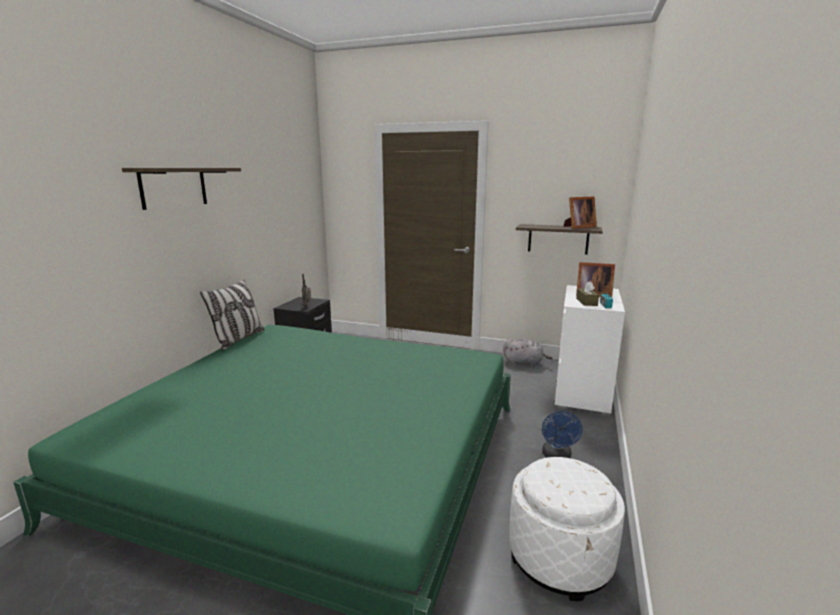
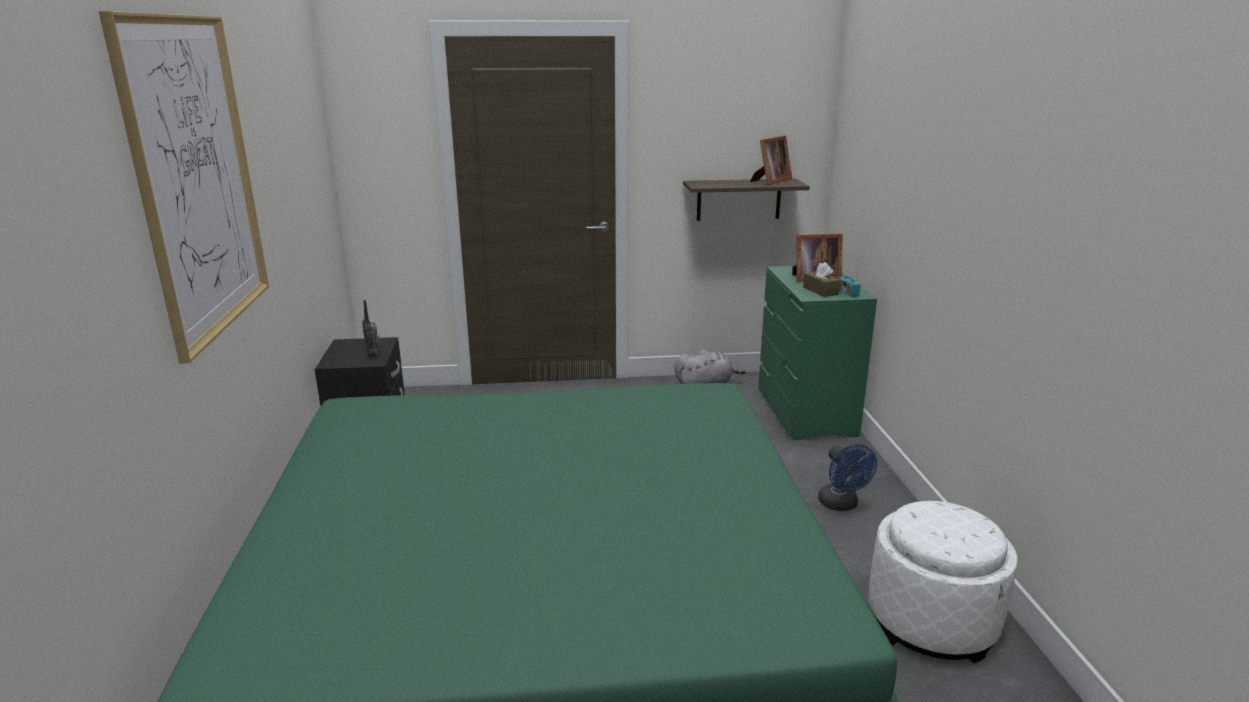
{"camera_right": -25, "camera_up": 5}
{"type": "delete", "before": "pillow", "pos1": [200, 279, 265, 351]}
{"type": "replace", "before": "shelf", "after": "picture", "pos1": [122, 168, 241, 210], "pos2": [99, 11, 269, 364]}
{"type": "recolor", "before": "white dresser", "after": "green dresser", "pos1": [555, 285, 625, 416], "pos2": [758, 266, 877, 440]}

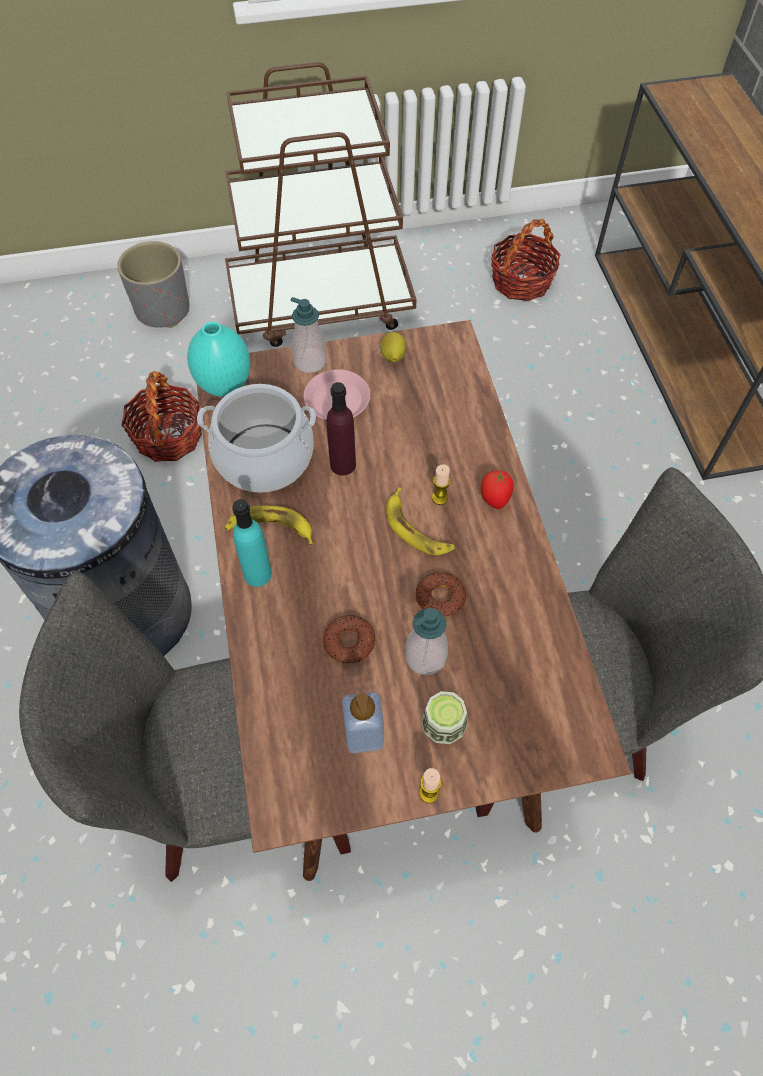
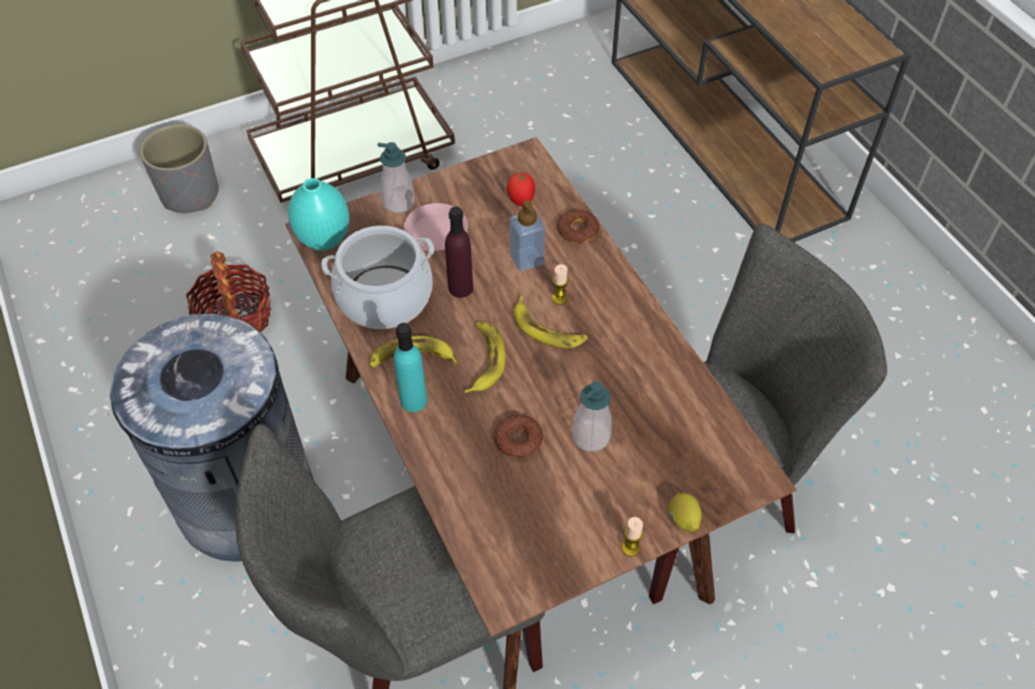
{"camera_right": -15, "camera_up": -5}
{"type": "delete", "before": "cup", "pos1": [421, 691, 468, 744]}
{"type": "delete", "before": "basket", "pos1": [491, 219, 561, 301]}
{"type": "insert", "after": "banana", "pos2": [464, 322, 505, 393]}
{"type": "move", "before": "soap dispenser", "pos1": [342, 692, 384, 754], "pos2": [510, 200, 545, 271]}
{"type": "move", "before": "lemon", "pos1": [380, 332, 406, 362], "pos2": [669, 493, 702, 532]}
{"type": "move", "before": "donut", "pos1": [416, 572, 467, 617], "pos2": [557, 209, 599, 244]}
{"type": "move", "before": "tomato", "pos1": [481, 470, 514, 509], "pos2": [507, 172, 535, 207]}

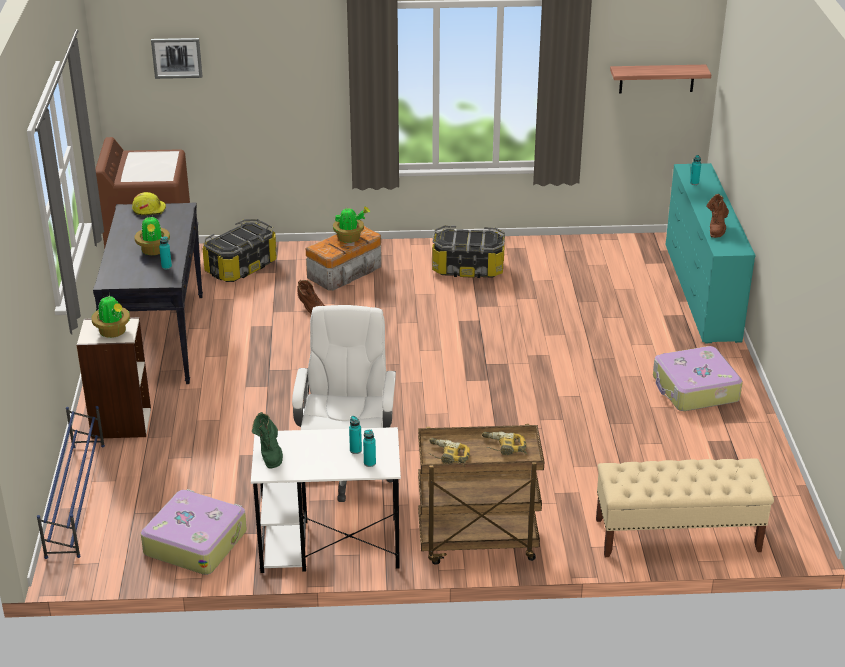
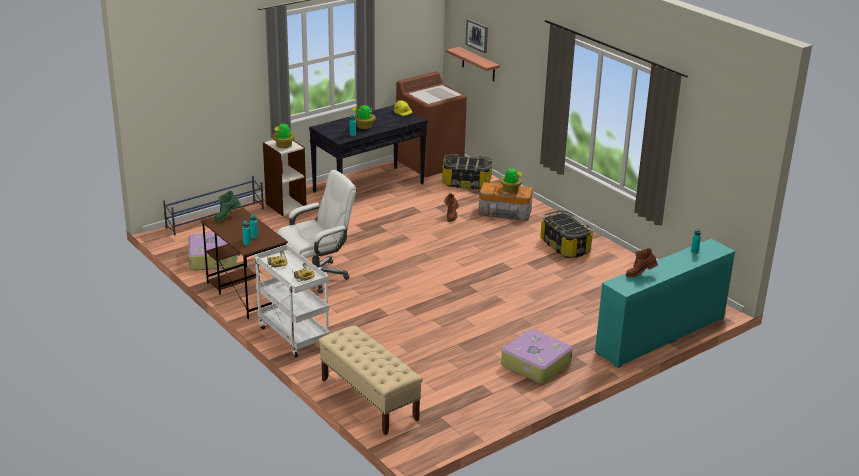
{"camera_right": 55, "camera_up": -5}
{"type": "move", "before": "shelf", "pos1": [610, 65, 711, 93], "pos2": [446, 47, 500, 81]}
{"type": "recolor", "before": "white desk", "after": "brown desk", "pos1": [251, 427, 401, 573], "pos2": [200, 208, 288, 319]}
{"type": "recolor", "before": "brown cart", "after": "white cart", "pos1": [418, 424, 545, 565], "pos2": [254, 245, 330, 357]}

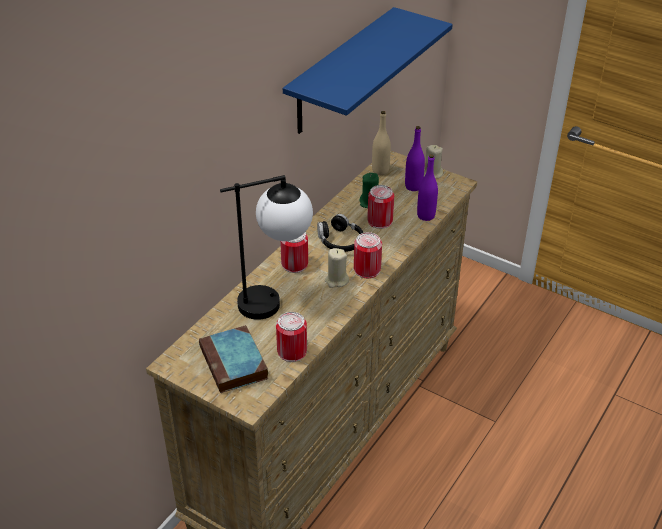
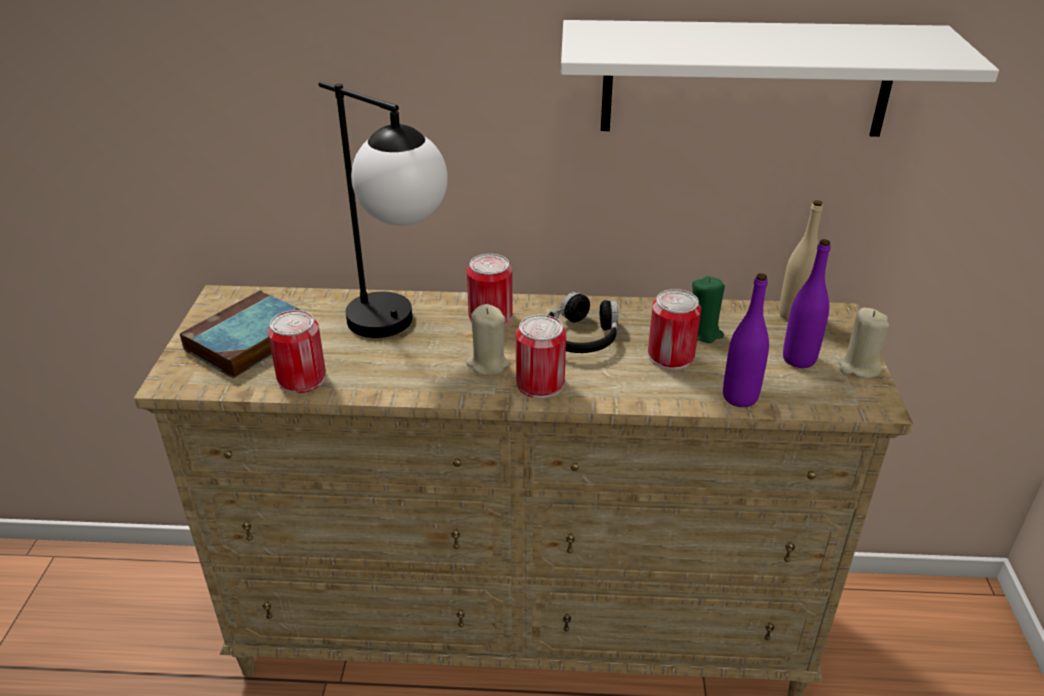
{"camera_right": 60, "camera_up": -5}
{"type": "recolor", "before": "blue shelf", "after": "white shelf", "pos1": [283, 7, 453, 134], "pos2": [561, 20, 999, 137]}

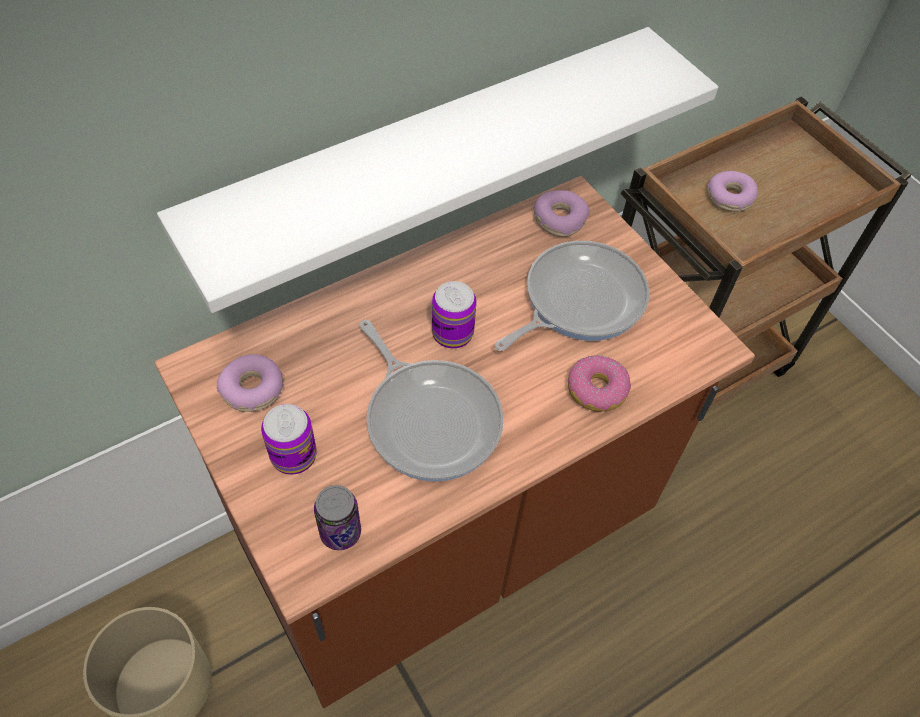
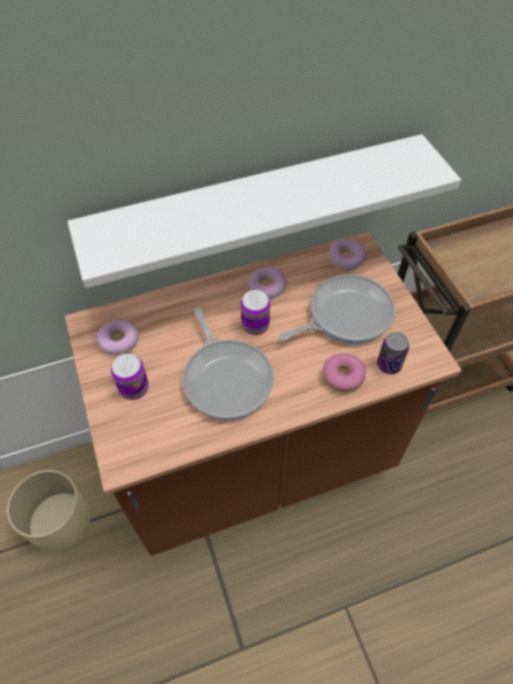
{"camera_right": 15, "camera_up": 0}
{"type": "move", "before": "can", "pos1": [314, 485, 361, 550], "pos2": [377, 332, 409, 374]}
{"type": "move", "before": "donut", "pos1": [707, 171, 758, 212], "pos2": [248, 267, 287, 300]}

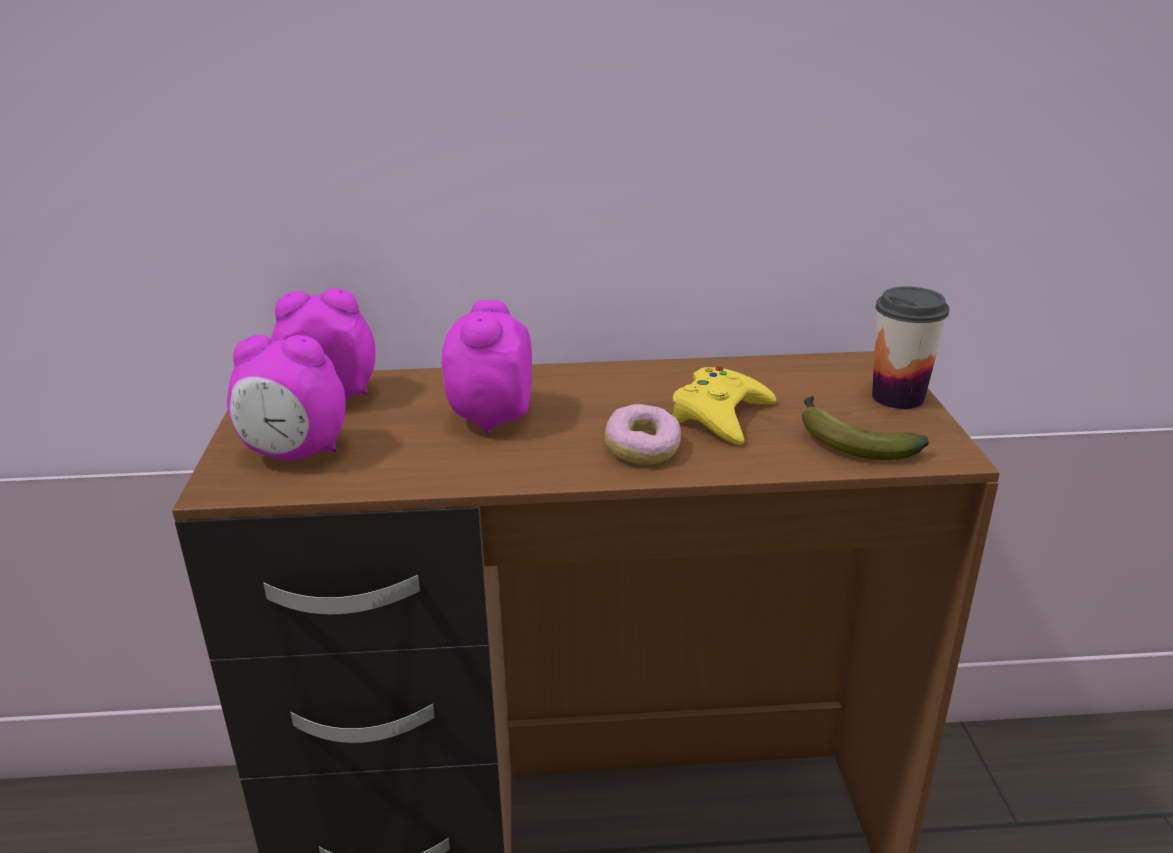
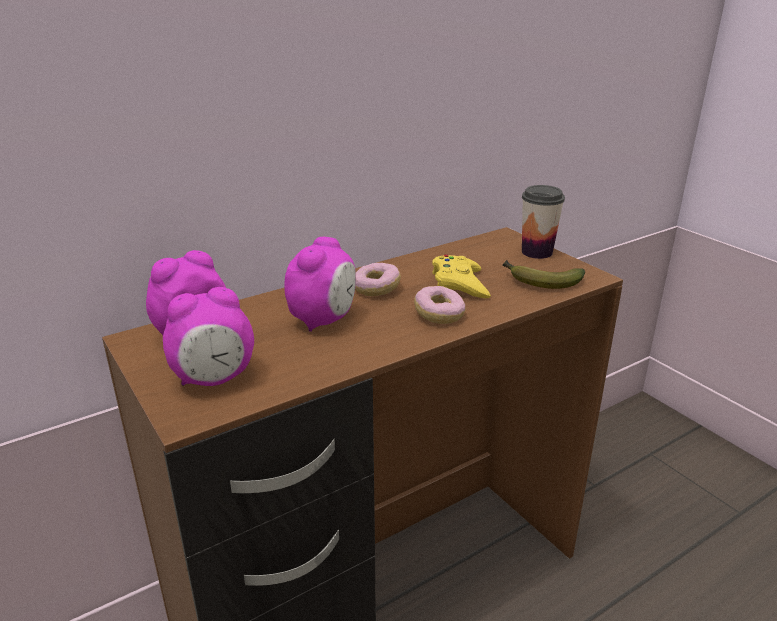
{"camera_right": -30, "camera_up": 0}
{"type": "insert", "after": "donut", "pos2": [355, 263, 401, 296]}
{"type": "rotate", "before": "alarm clock", "pos1": [441, 300, 532, 435], "pos2": [284, 237, 356, 332], "turn": -135}

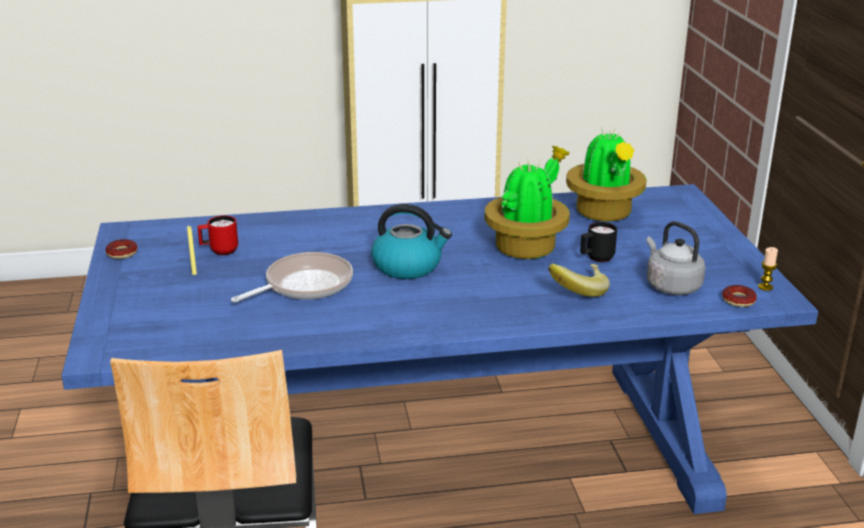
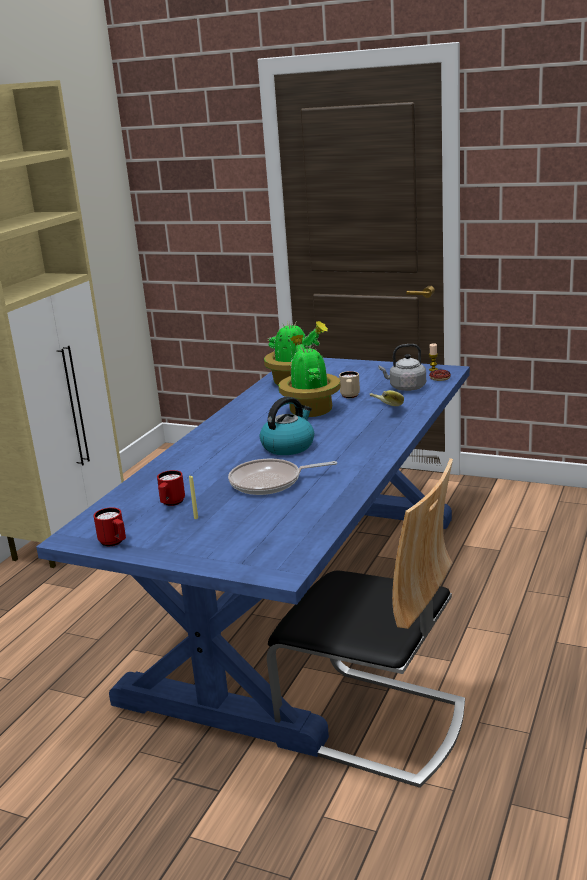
{"camera_right": -55, "camera_up": -5}
{"type": "replace", "before": "donut", "after": "red mug", "pos1": [106, 239, 137, 259], "pos2": [93, 507, 126, 546]}
{"type": "recolor", "before": "black mug", "after": "beige mug", "pos1": [580, 222, 617, 262], "pos2": [339, 371, 360, 398]}
{"type": "rotate", "before": "frying pan", "pos1": [231, 252, 353, 302], "pos2": [228, 459, 337, 495], "turn": -90}

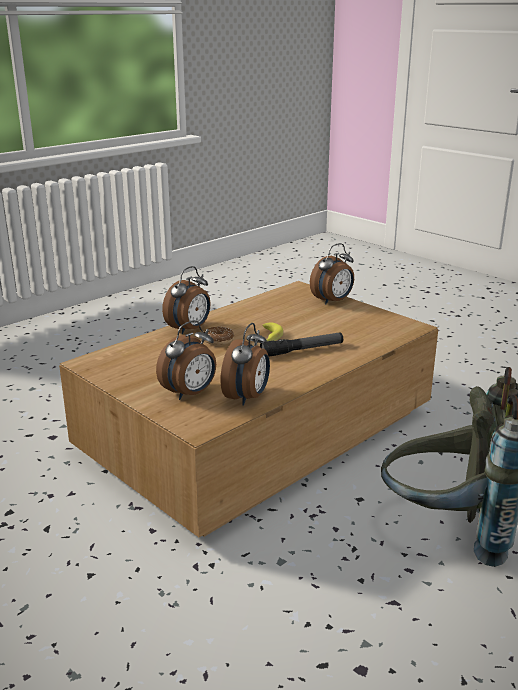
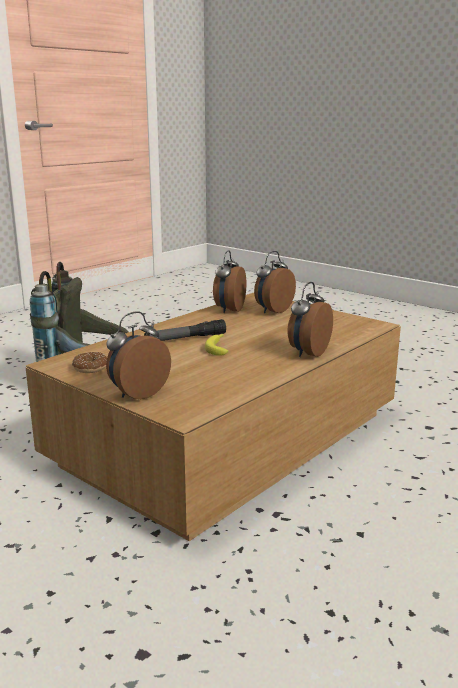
{"camera_right": 175, "camera_up": -5}
{"type": "move", "before": "donut", "pos1": [204, 327, 234, 345], "pos2": [72, 352, 107, 373]}

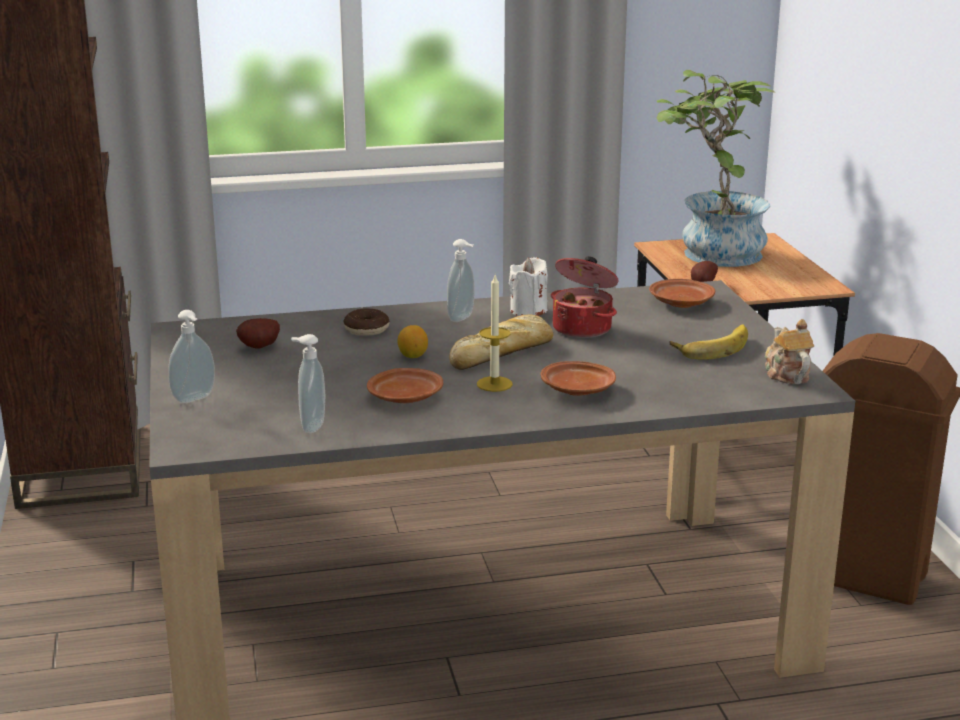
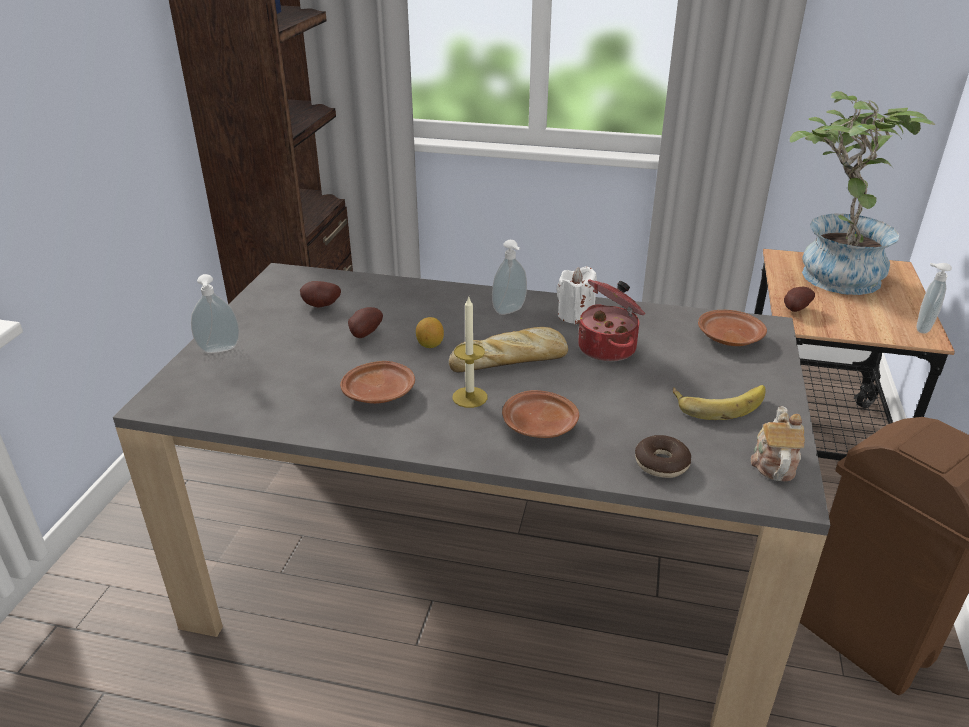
{"camera_right": 25, "camera_up": 10}
{"type": "insert", "after": "potato", "pos2": [348, 307, 383, 338]}
{"type": "move", "before": "soap dispenser", "pos1": [291, 334, 325, 433], "pos2": [917, 263, 952, 334]}
{"type": "move", "before": "donut", "pos1": [343, 309, 389, 336], "pos2": [635, 435, 691, 478]}

